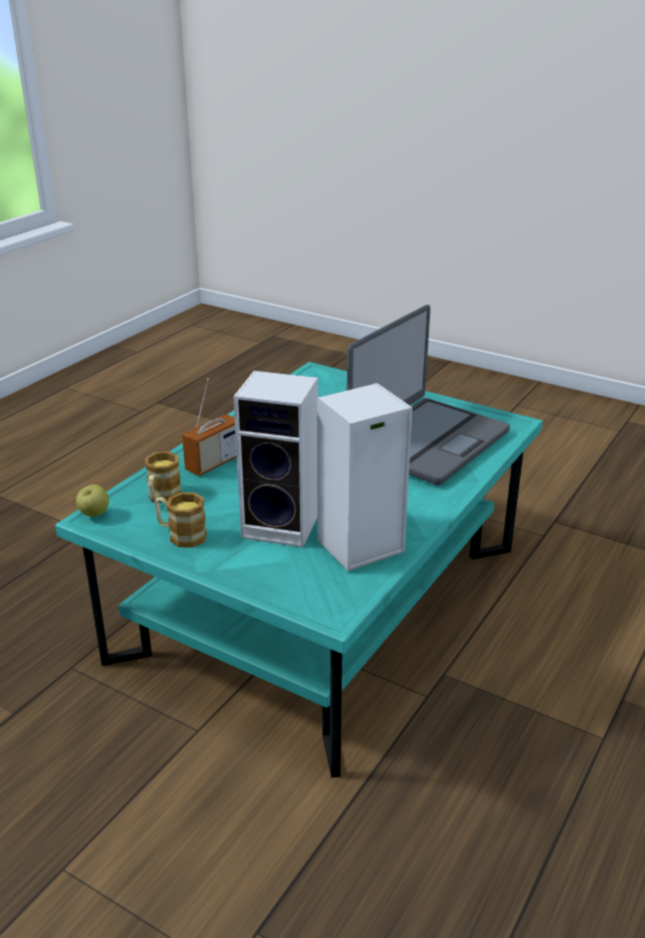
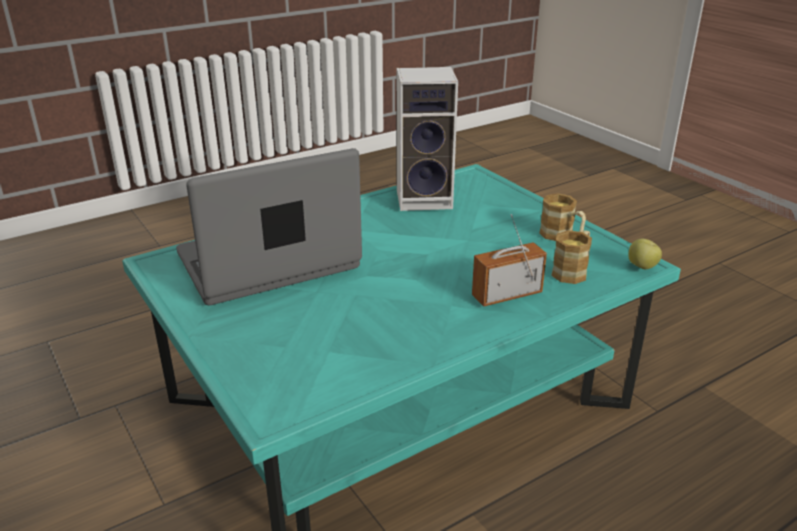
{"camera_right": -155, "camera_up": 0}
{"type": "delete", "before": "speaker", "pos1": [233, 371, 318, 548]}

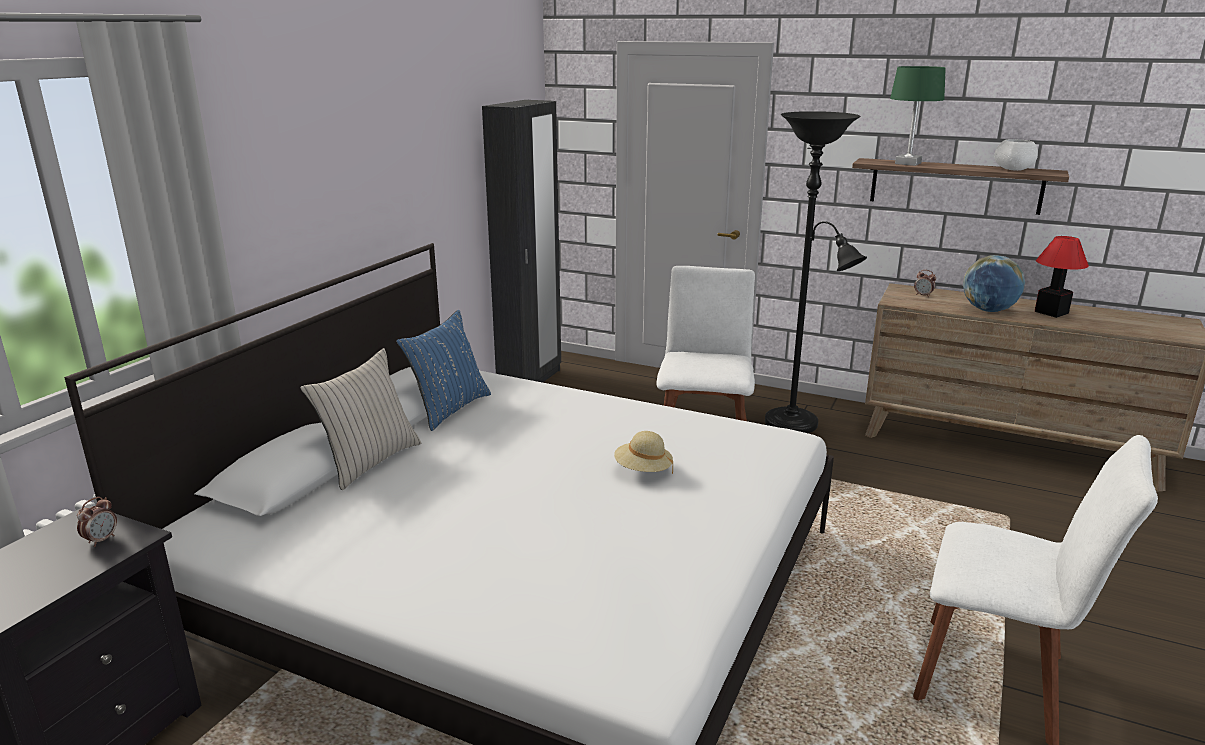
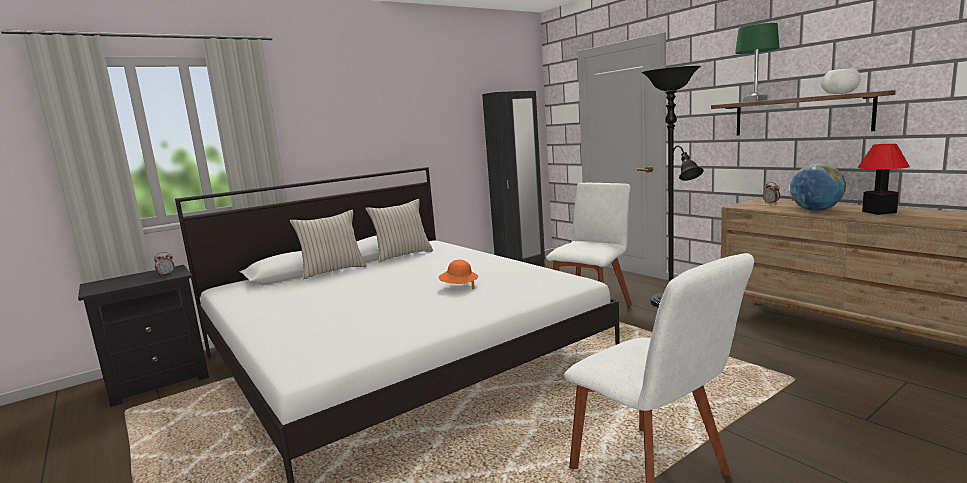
{"camera_right": 30, "camera_up": -10}
{"type": "recolor", "before": "blue pillow", "after": "beige pillow", "pos1": [396, 310, 491, 431], "pos2": [365, 199, 433, 262]}
{"type": "recolor", "before": "beige hat", "after": "orange hat", "pos1": [614, 431, 673, 474], "pos2": [438, 260, 478, 289]}

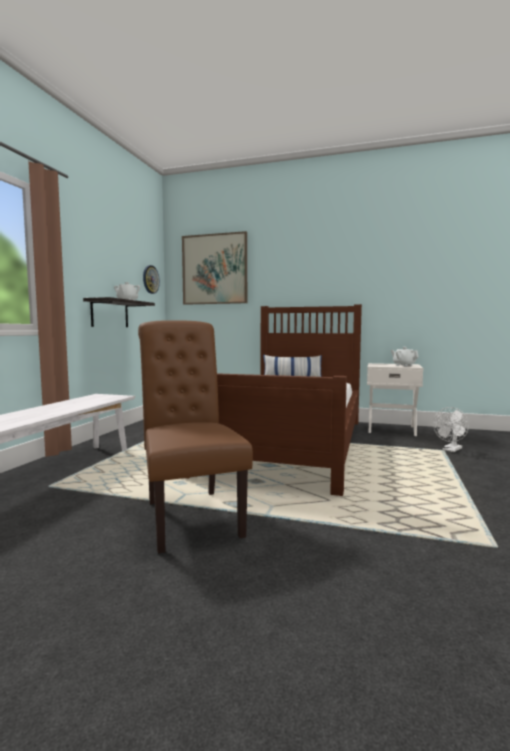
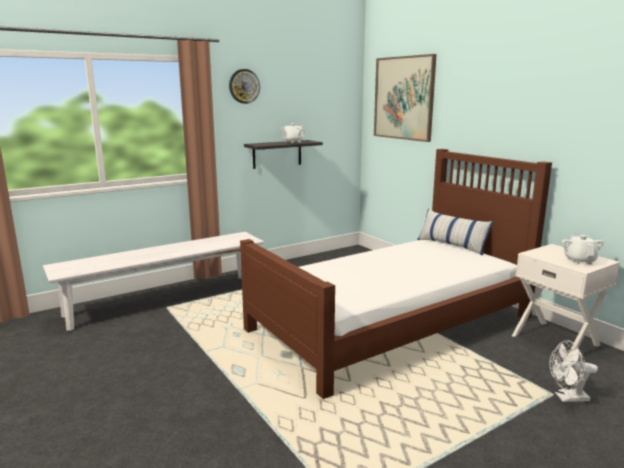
{"camera_right": 40, "camera_up": 10}
{"type": "delete", "before": "brown chair", "pos1": [138, 320, 253, 554]}
{"type": "move", "before": "wall clock", "pos1": [143, 265, 160, 294], "pos2": [229, 69, 260, 104]}

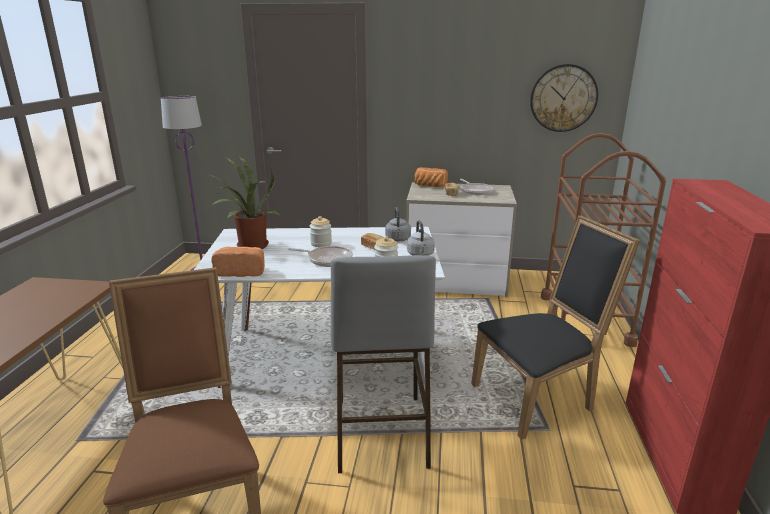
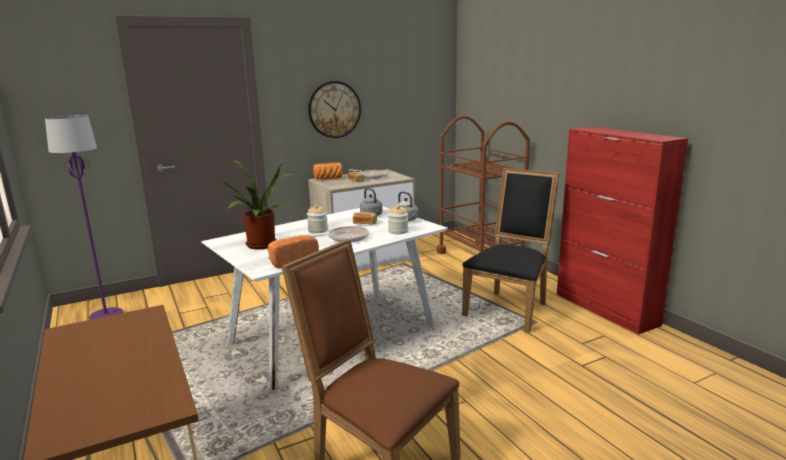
{"camera_right": -35, "camera_up": -5}
{"type": "delete", "before": "grey stool", "pos1": [331, 255, 436, 473]}
{"type": "move", "before": "wall clock", "pos1": [530, 64, 598, 132], "pos2": [308, 81, 361, 138]}

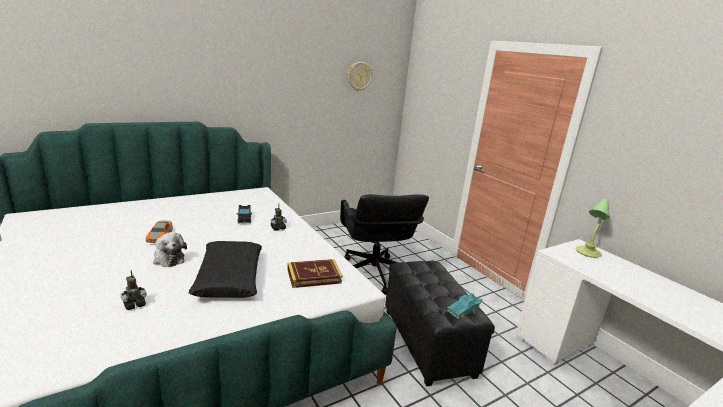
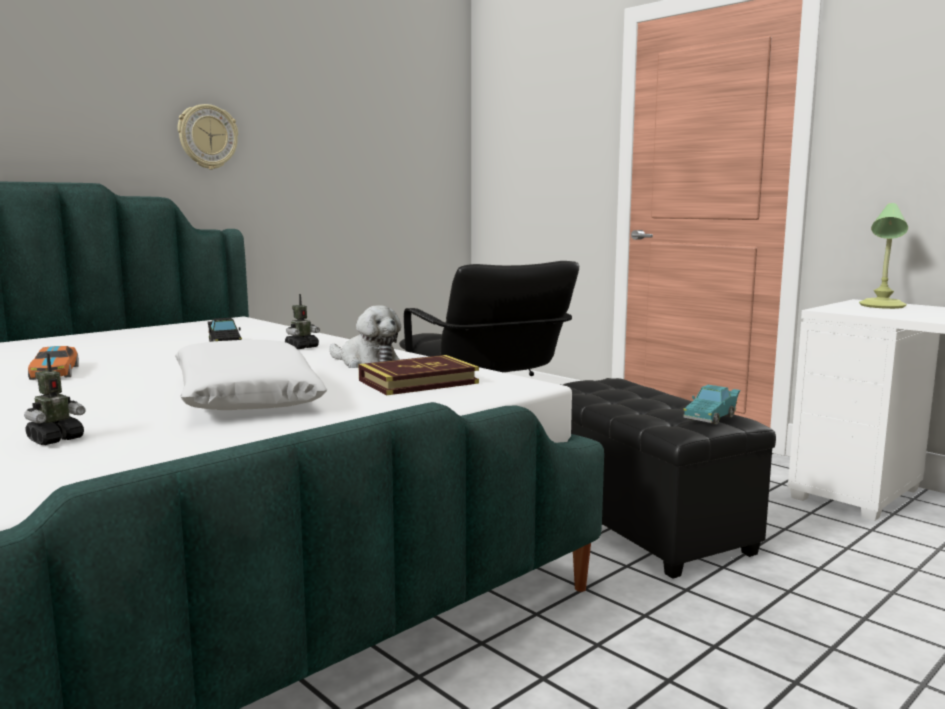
{"camera_right": -10, "camera_up": -10}
{"type": "move", "before": "plush toy", "pos1": [153, 232, 187, 267], "pos2": [329, 305, 401, 368]}
{"type": "move", "before": "wall clock", "pos1": [348, 62, 373, 91], "pos2": [178, 104, 238, 169]}
{"type": "recolor", "before": "black pillow", "after": "white pillow", "pos1": [188, 241, 262, 298], "pos2": [175, 340, 327, 410]}

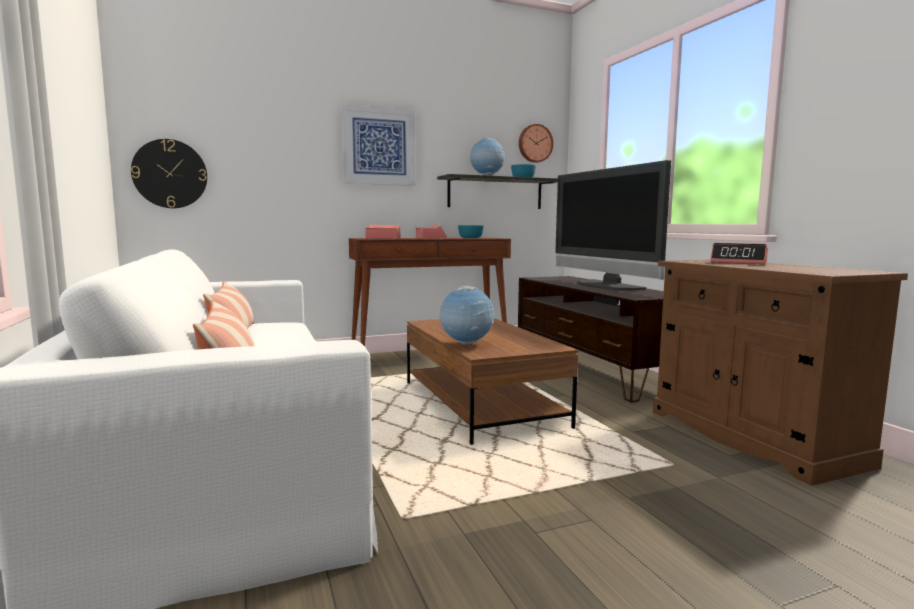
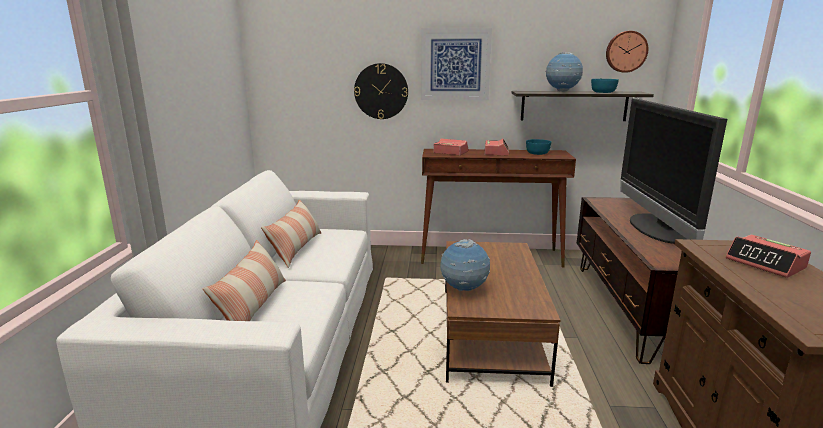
{"camera_right": 25, "camera_up": 10}
{"type": "move", "before": "wall clock", "pos1": [131, 139, 207, 208], "pos2": [354, 63, 408, 119]}

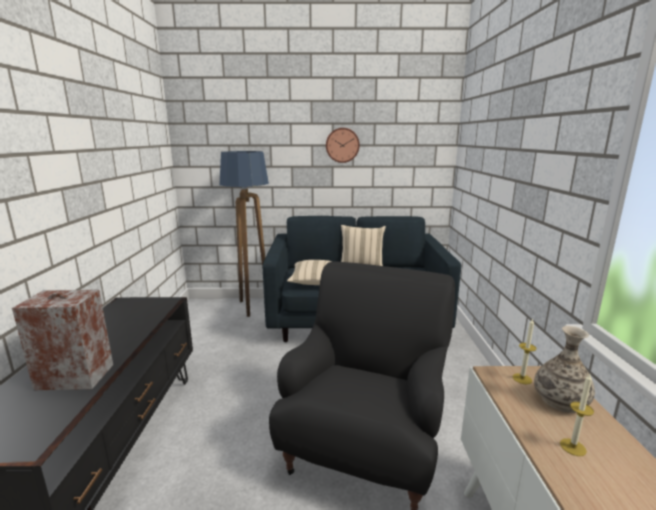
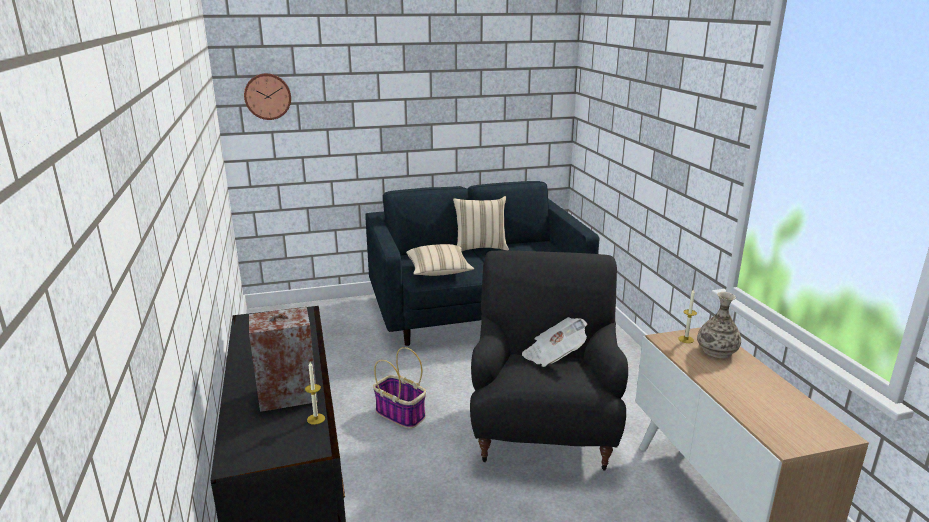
{"camera_right": -15, "camera_up": 5}
{"type": "delete", "before": "floor lamp", "pos1": [220, 151, 269, 317]}
{"type": "insert", "after": "basket", "pos2": [373, 347, 426, 429]}
{"type": "insert", "after": "newspaper", "pos2": [522, 317, 587, 367]}
{"type": "move", "before": "wall clock", "pos1": [326, 128, 360, 163], "pos2": [244, 73, 291, 120]}
{"type": "move", "before": "candle", "pos1": [560, 374, 594, 456], "pos2": [305, 362, 325, 425]}

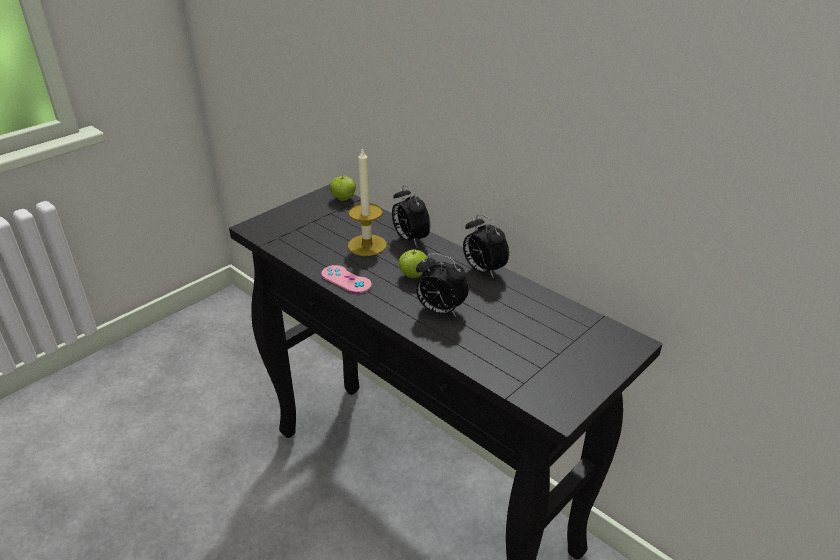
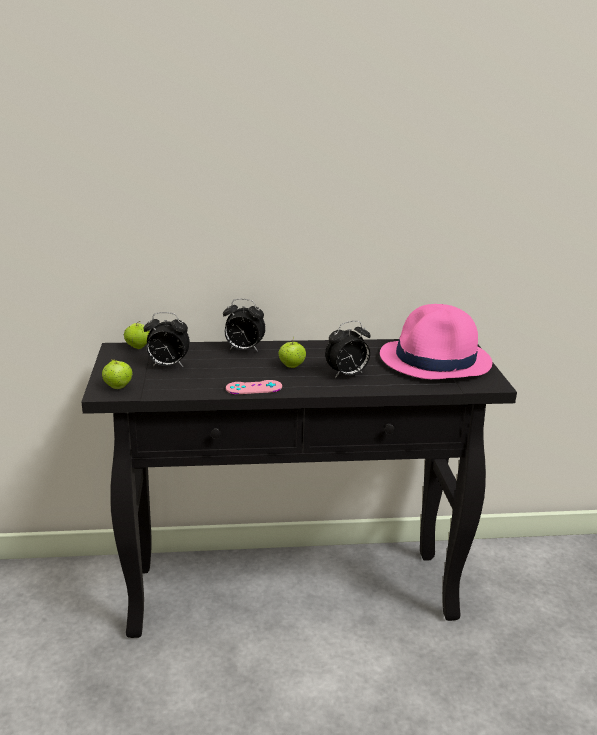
{"camera_right": -50, "camera_up": -10}
{"type": "delete", "before": "candle", "pos1": [348, 147, 387, 256]}
{"type": "insert", "after": "apple", "pos2": [102, 359, 133, 389]}
{"type": "insert", "after": "pink hat", "pos2": [380, 304, 492, 379]}
{"type": "move", "before": "alarm clock", "pos1": [463, 214, 509, 279], "pos2": [143, 312, 190, 367]}

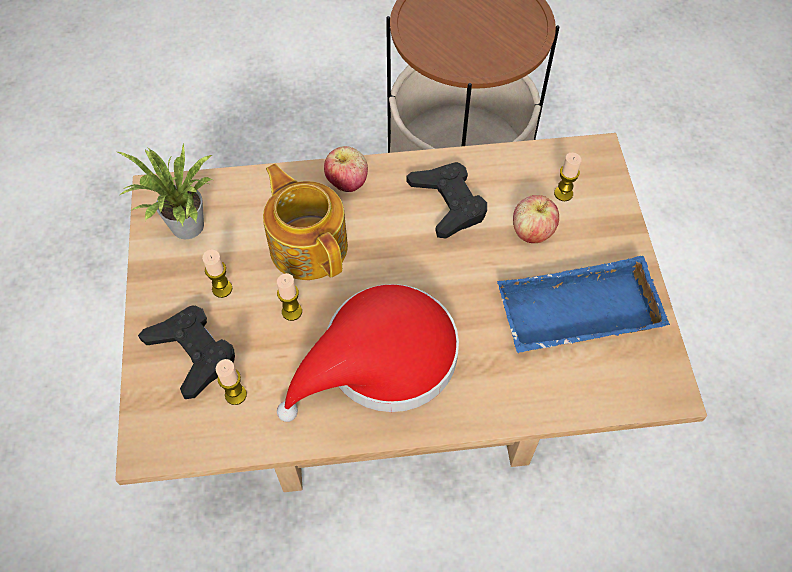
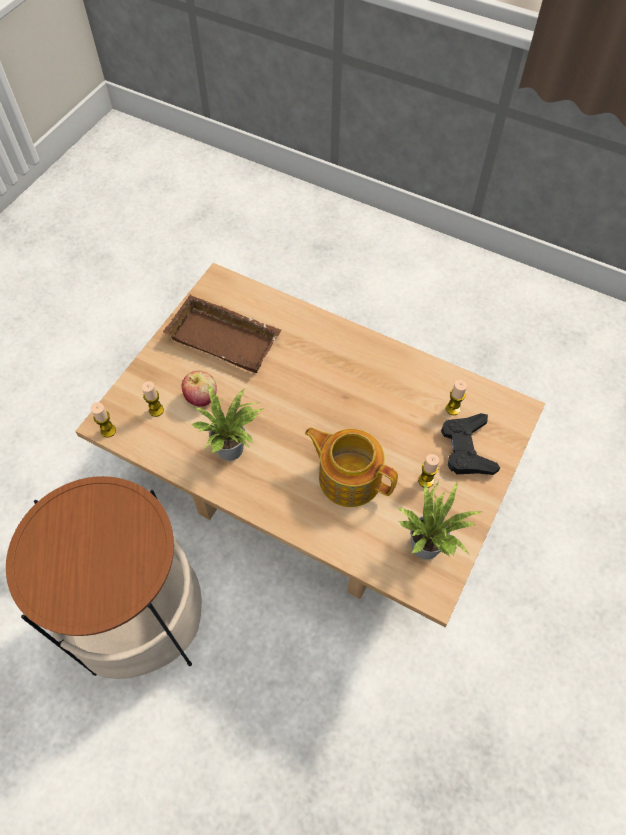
{"camera_right": -145, "camera_up": 0}
{"type": "delete", "before": "red hat", "pos1": [277, 284, 459, 422]}
{"type": "delete", "before": "apple", "pos1": [324, 146, 368, 192]}
{"type": "move", "before": "candle", "pos1": [277, 273, 302, 321], "pos2": [91, 402, 116, 438]}
{"type": "replace", "before": "black game controller", "after": "potted plant", "pos1": [406, 162, 487, 238], "pos2": [191, 384, 263, 461]}
{"type": "recolor", "before": "blue tray", "after": "brown tray", "pos1": [497, 256, 670, 353], "pos2": [163, 295, 282, 373]}
{"type": "rotate", "before": "teapot", "pos1": [263, 164, 348, 280], "pos2": [305, 427, 398, 507], "turn": 120}

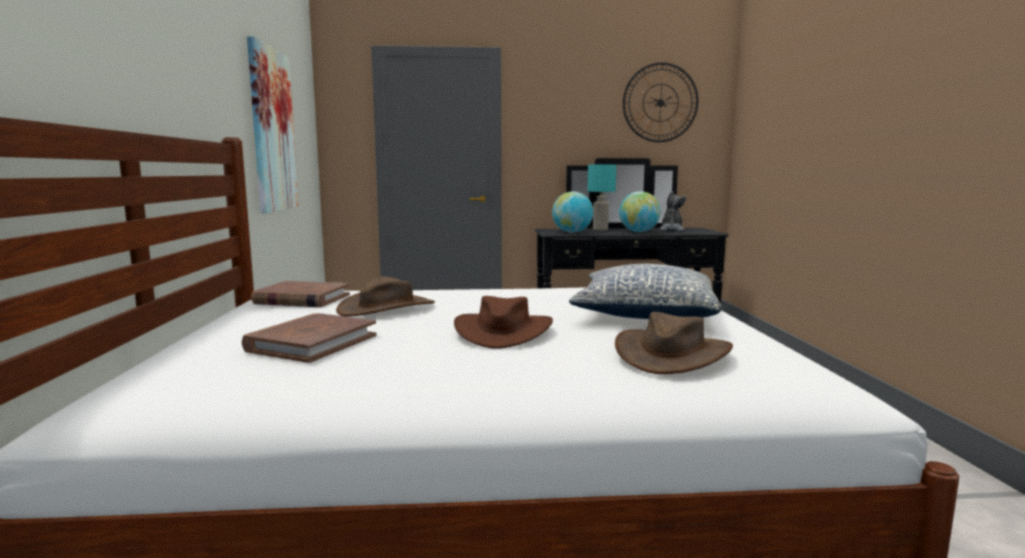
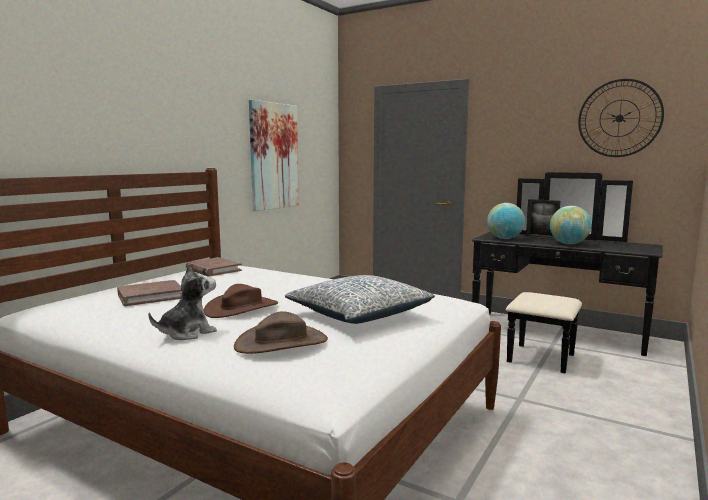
{"camera_right": 35, "camera_up": 0}
{"type": "delete", "before": "brown hat", "pos1": [336, 276, 435, 316]}
{"type": "move", "before": "plush toy", "pos1": [659, 190, 687, 231], "pos2": [149, 264, 217, 340]}
{"type": "replace", "before": "turquoise table lamp", "after": "picture frame", "pos1": [587, 165, 616, 231], "pos2": [526, 199, 560, 240]}

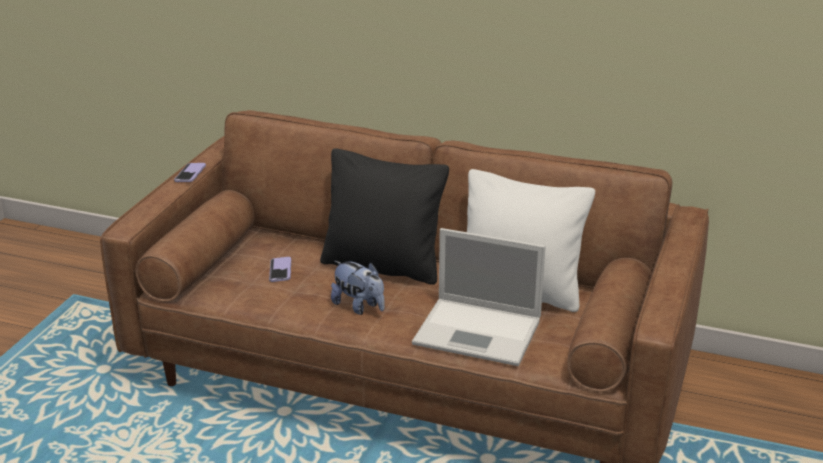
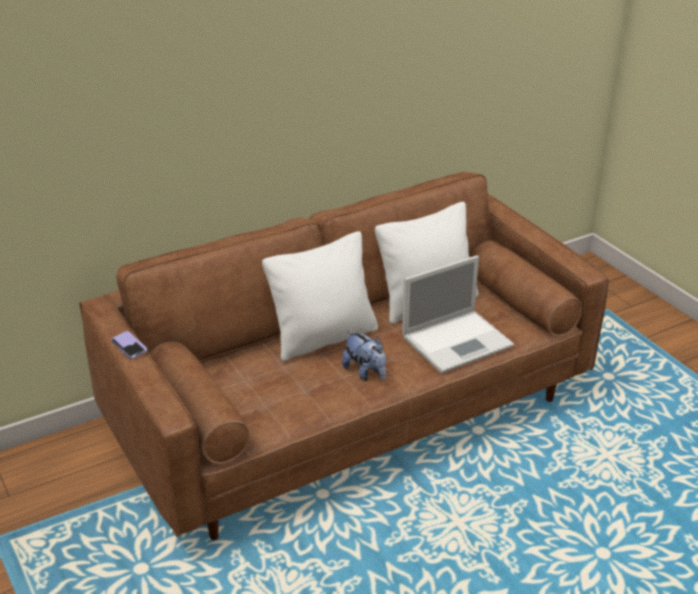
{"camera_right": -50, "camera_up": 5}
{"type": "delete", "before": "phone", "pos1": [269, 257, 291, 282]}
{"type": "recolor", "before": "black pillow", "after": "white pillow", "pos1": [320, 148, 449, 285], "pos2": [262, 231, 378, 361]}
{"type": "rotate", "before": "plush toy", "pos1": [331, 261, 385, 315], "pos2": [342, 331, 386, 381], "turn": 60}

